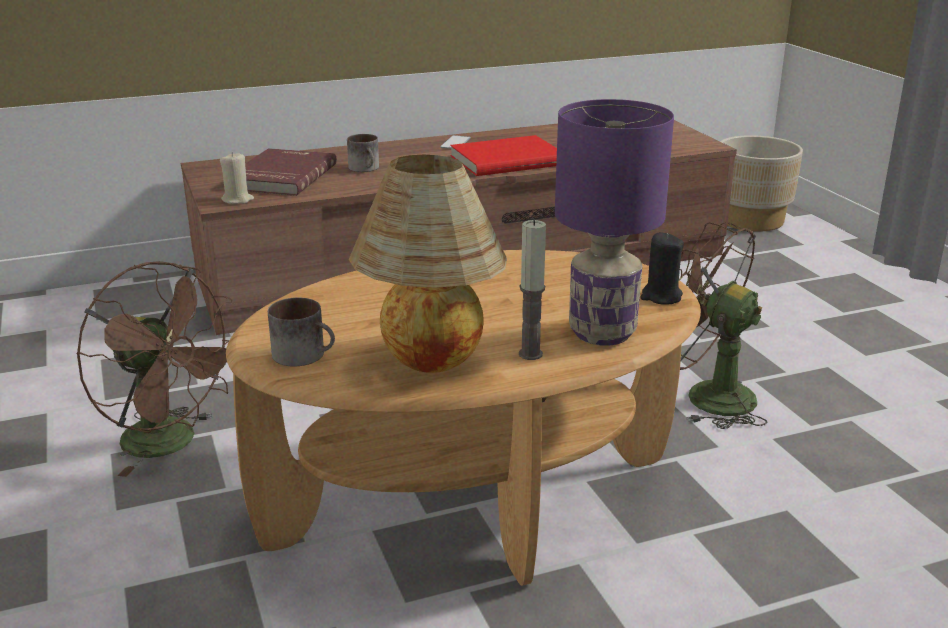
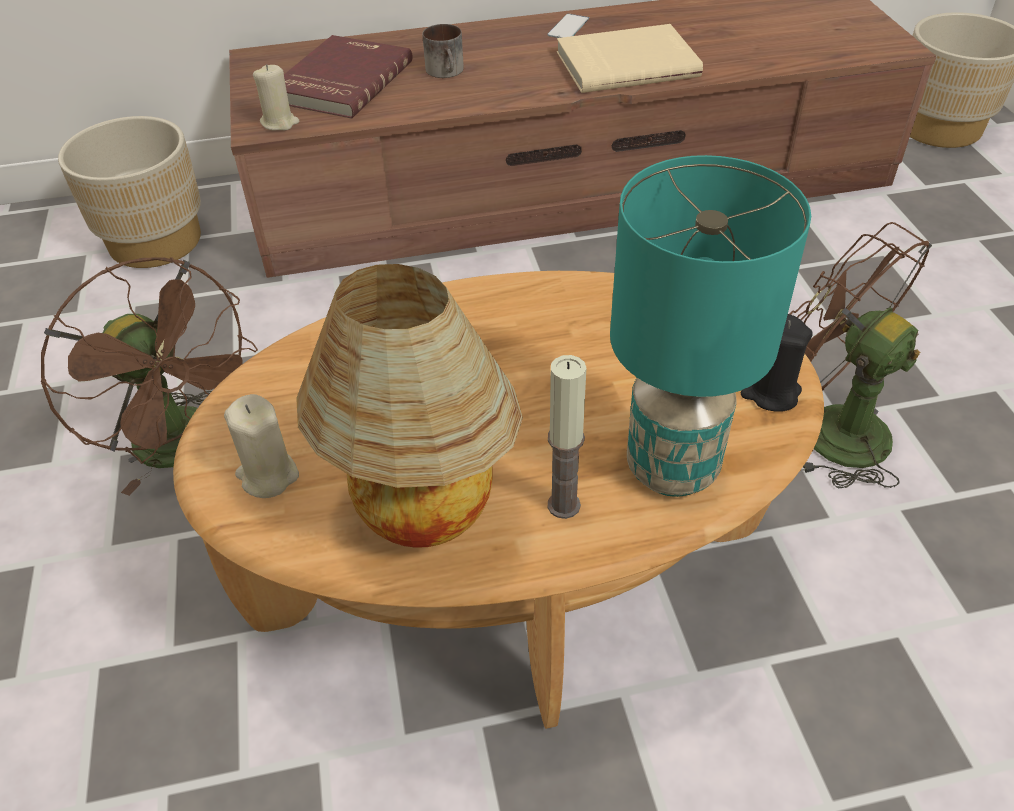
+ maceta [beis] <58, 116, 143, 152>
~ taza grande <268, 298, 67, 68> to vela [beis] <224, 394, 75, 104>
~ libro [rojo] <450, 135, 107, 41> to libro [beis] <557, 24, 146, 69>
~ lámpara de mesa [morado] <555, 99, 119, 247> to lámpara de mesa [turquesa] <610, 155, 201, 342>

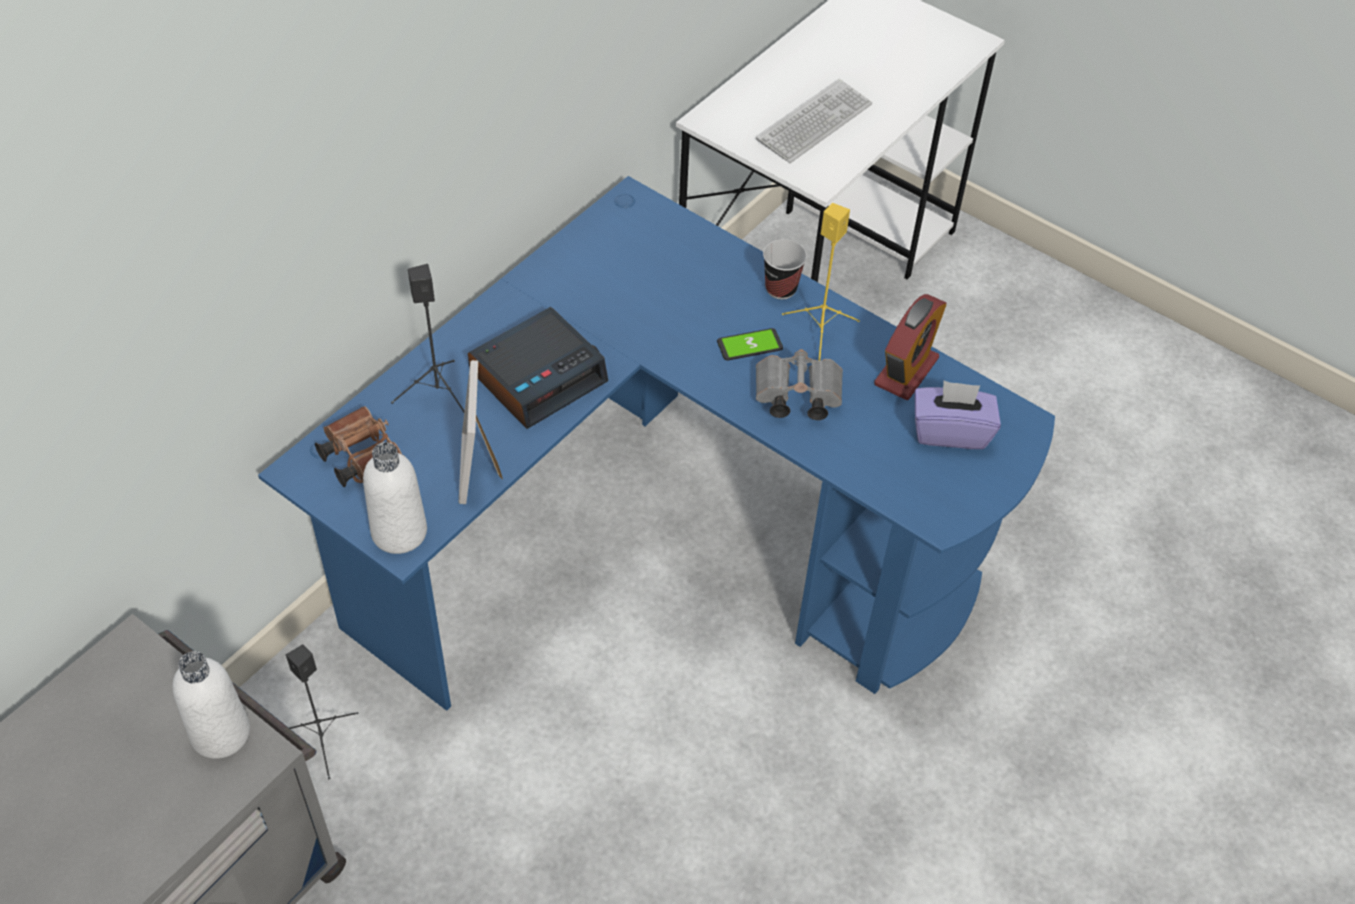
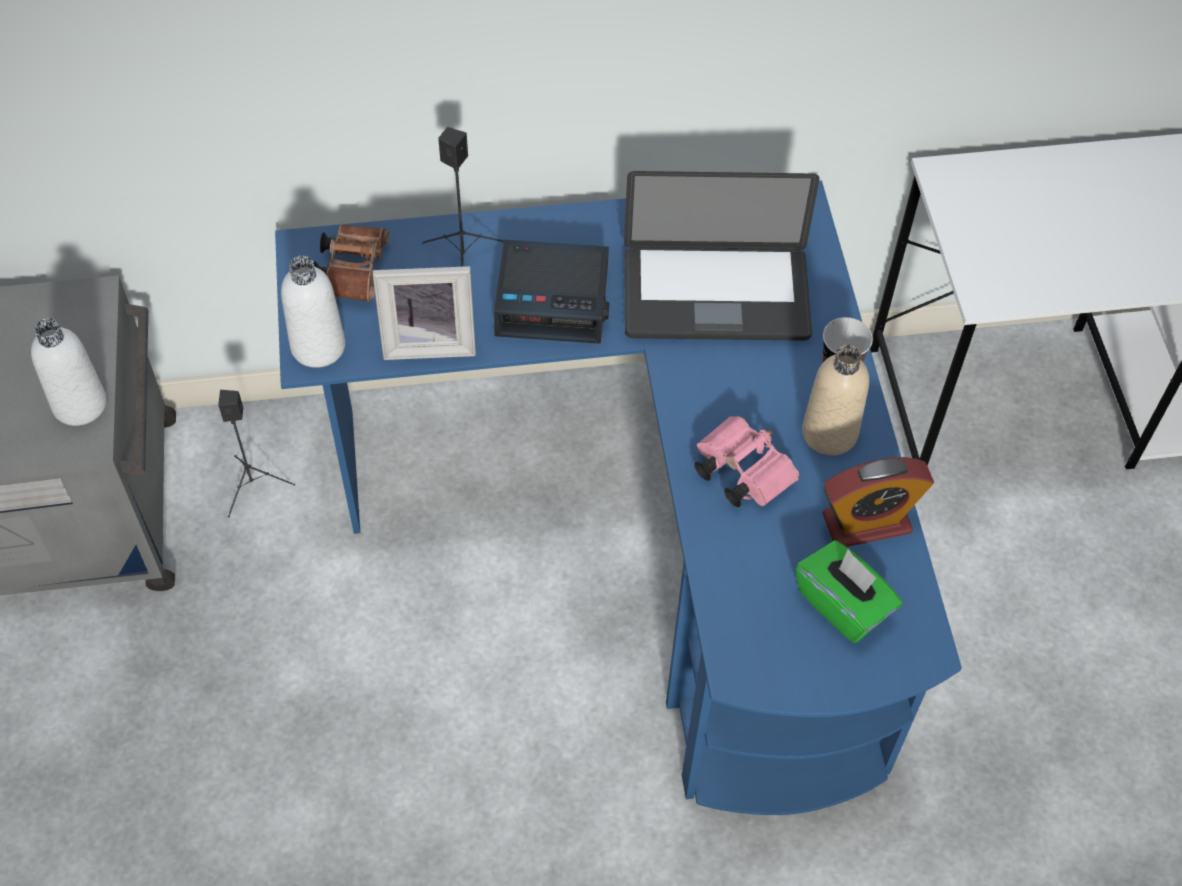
~ portarretratos <459, 360, 44, 144> = <373, 266, 103, 94> 135 degrees counterclockwise
+ portátil <624, 171, 196, 170>
~ prismáticos [gris] <756, 349, 87, 71> to prismáticos [rosa] <694, 416, 105, 91>
~ caja de pañuelos [morado] <914, 381, 87, 68> to caja de pañuelos [verde] <796, 540, 106, 103>
~ altavoz [amarillo] <782, 203, 78, 158> to botella [beis] <802, 345, 67, 110>
- móvil <717, 328, 66, 33>
- teclado <756, 79, 116, 84>

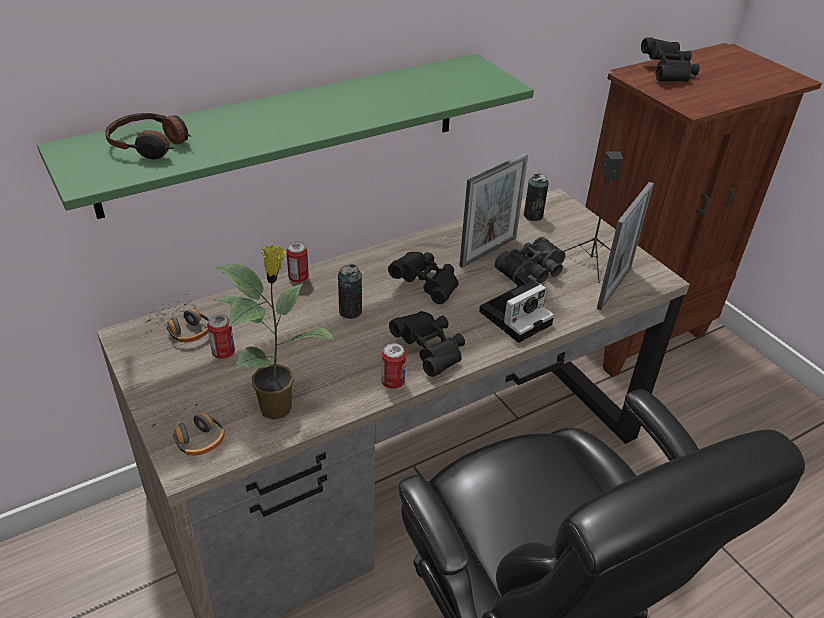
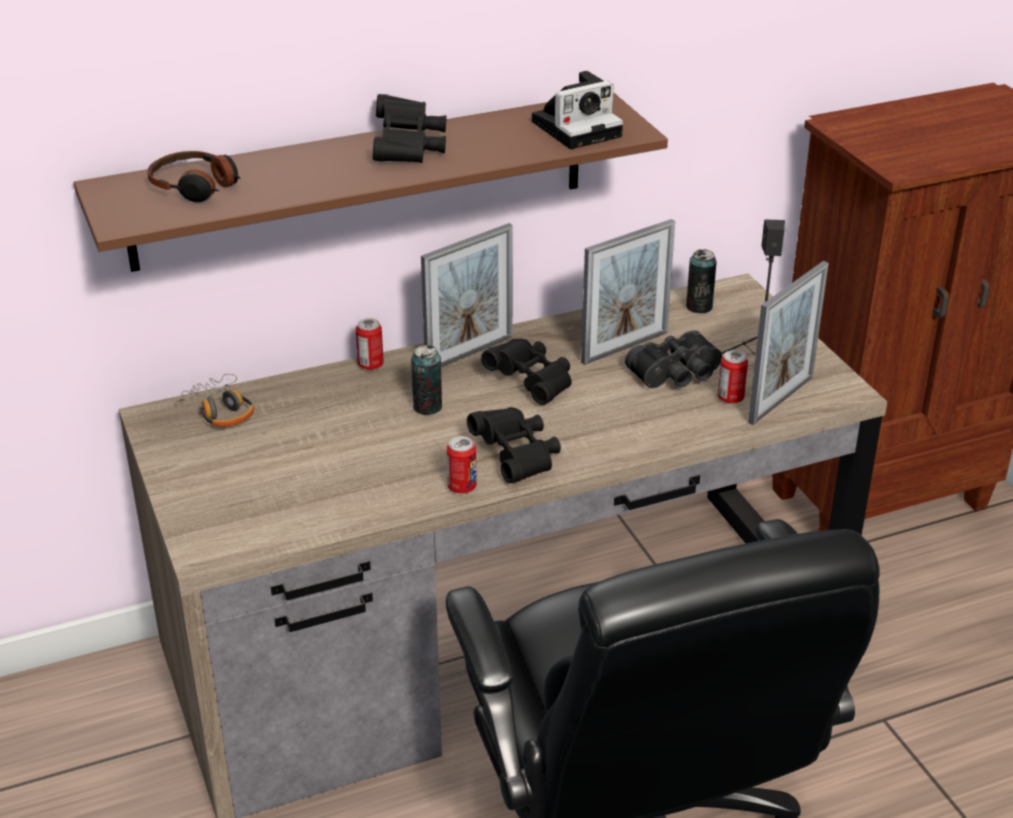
~ estante [verde] <37, 54, 497, 165> to estante [marrón] <74, 92, 594, 180>
~ prismáticos [negro] <641, 37, 59, 45> to <373, 94, 74, 69>
+ portarretratos <421, 223, 92, 144>
~ cámara <479, 272, 75, 71> to <532, 71, 91, 78>
~ lata <207, 314, 28, 45> to <718, 350, 30, 54>
- auriculares <148, 391, 77, 65>
- planta en maceta <212, 245, 123, 175>

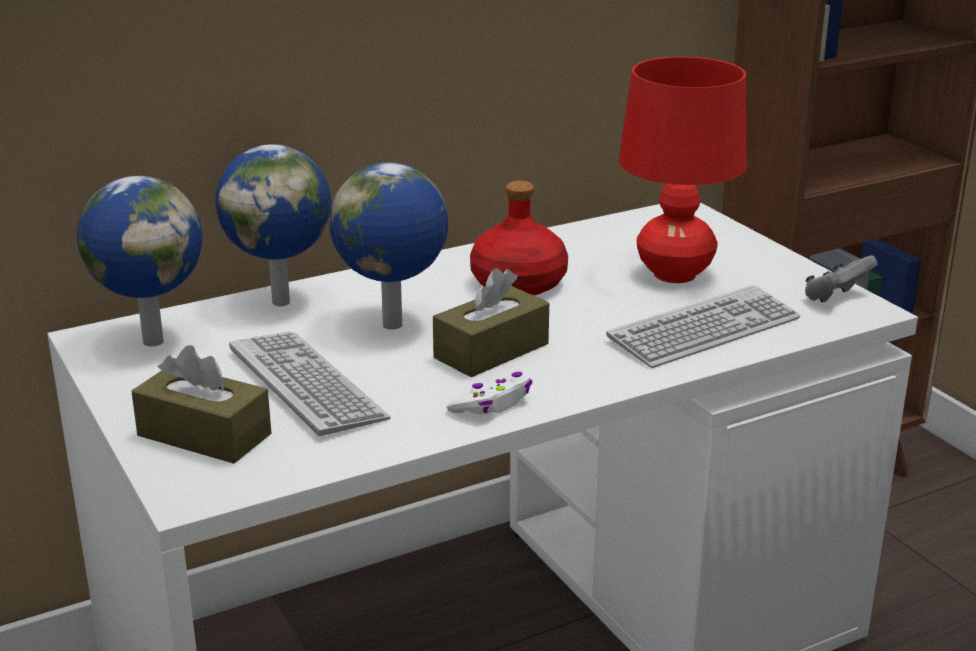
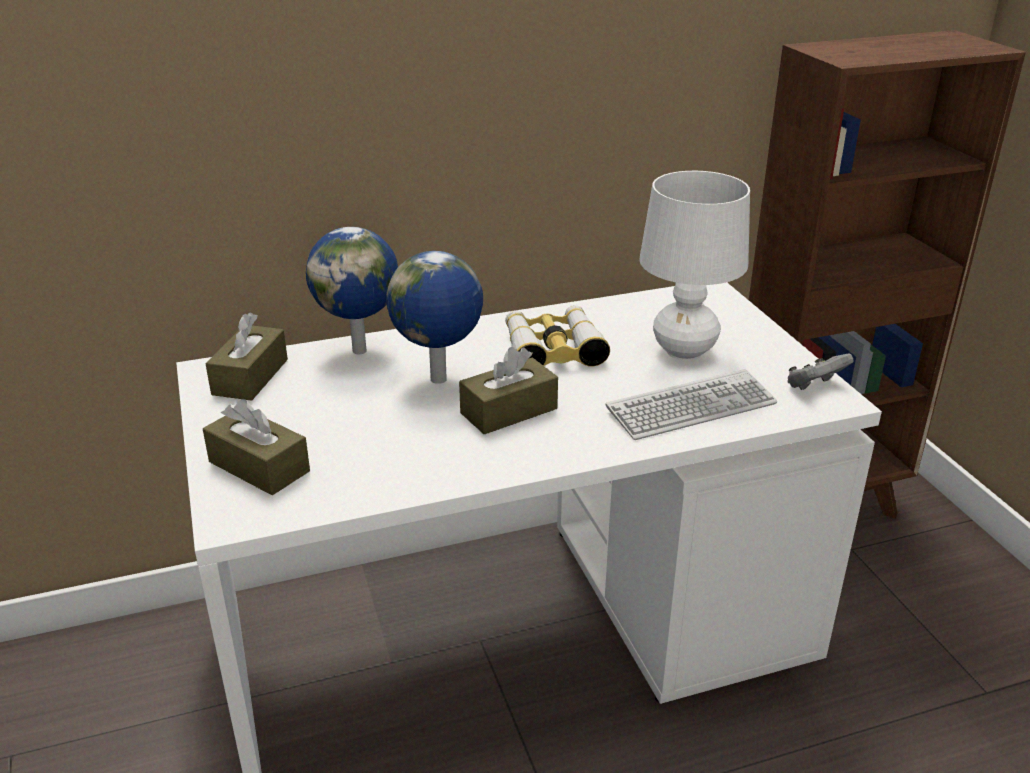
~ globo terráqueo <77, 176, 126, 170> to caja de pañuelos [marrón] <206, 313, 82, 88>
~ botella [rojo] <470, 181, 98, 115> to prismáticos <505, 305, 105, 62>
~ lámpara de mesa [rojo] <619, 57, 128, 226> to lámpara de mesa [blanco] <639, 171, 111, 190>
- teclado <229, 331, 162, 105>
- mando de consola [blanco] <446, 372, 86, 43>

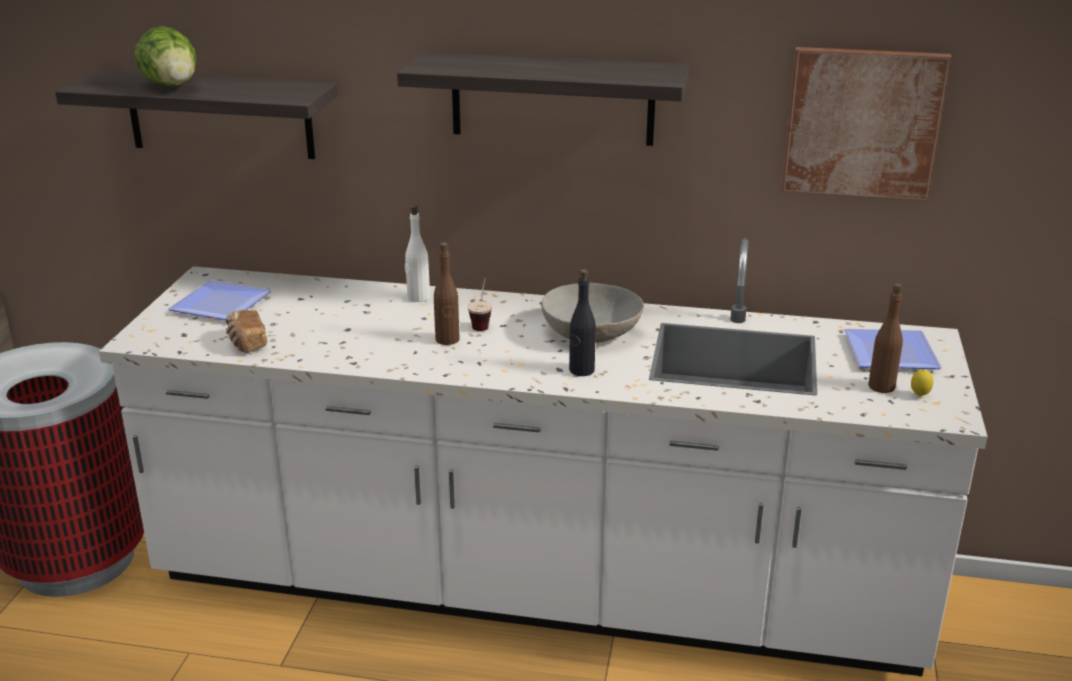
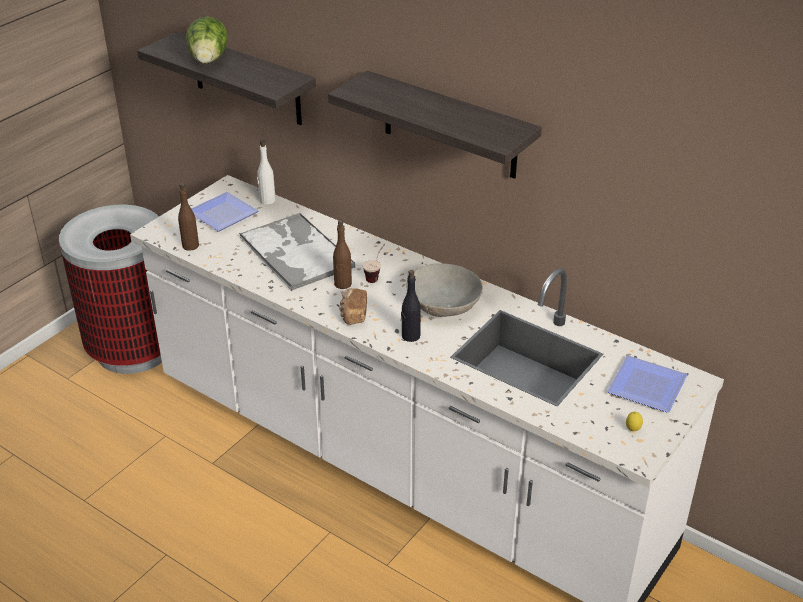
~ botella [marrón] <868, 284, 35, 109> to <178, 183, 21, 68>
+ bandeja <239, 212, 116, 79>
~ botella [blanco] <405, 205, 25, 97> to <257, 140, 19, 65>
~ pan <226, 310, 41, 43> to <339, 288, 28, 37>
- cuadro <781, 47, 171, 154>

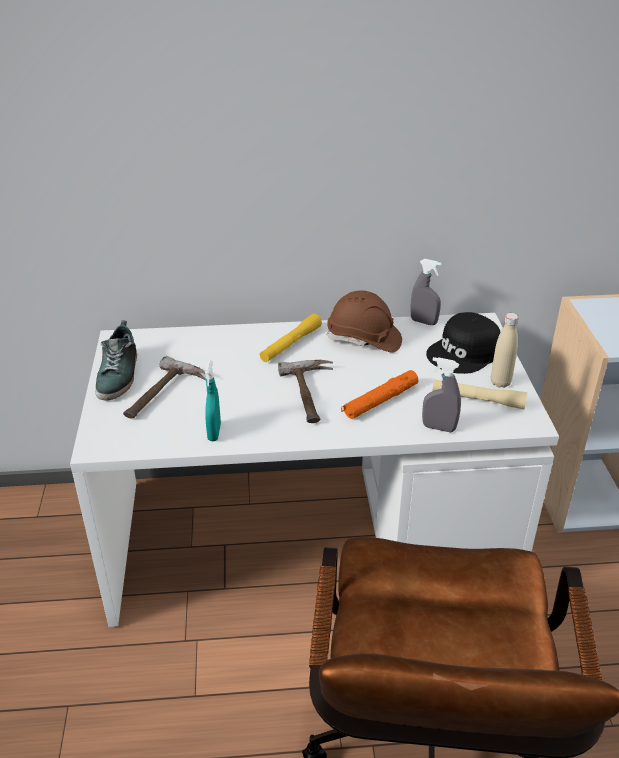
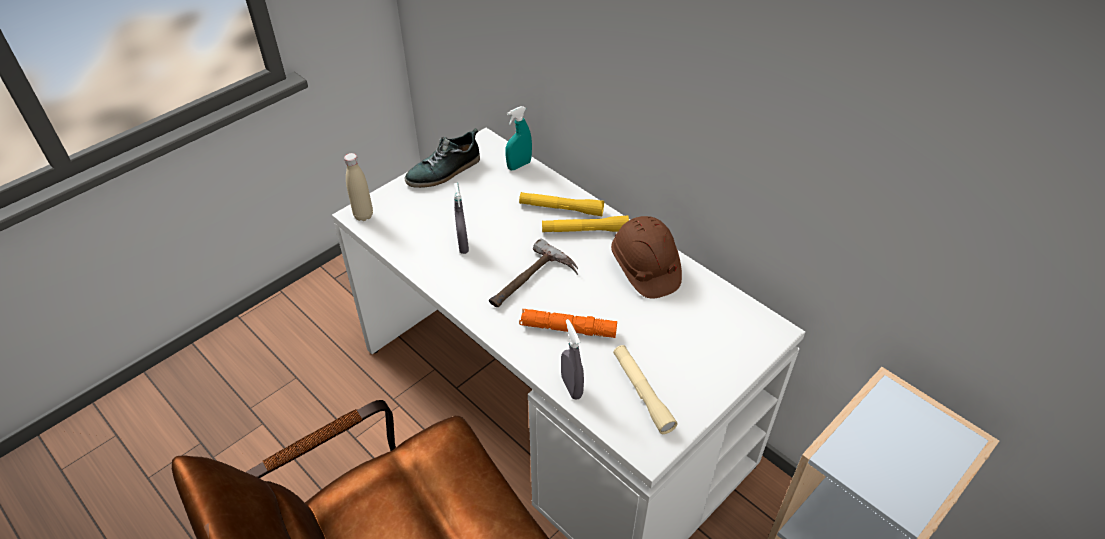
~ botella [beis] <491, 313, 28, 75> to <344, 153, 29, 68>
~ pulverizador [gris] <410, 259, 32, 66> to <454, 183, 15, 71>
~ pulverizador [turquesa] <205, 361, 16, 80> to <505, 106, 27, 64>
+ linterna [amarillo] <519, 192, 85, 24>
- martillo <123, 356, 83, 63>
- gorra [negro] <426, 312, 74, 62>

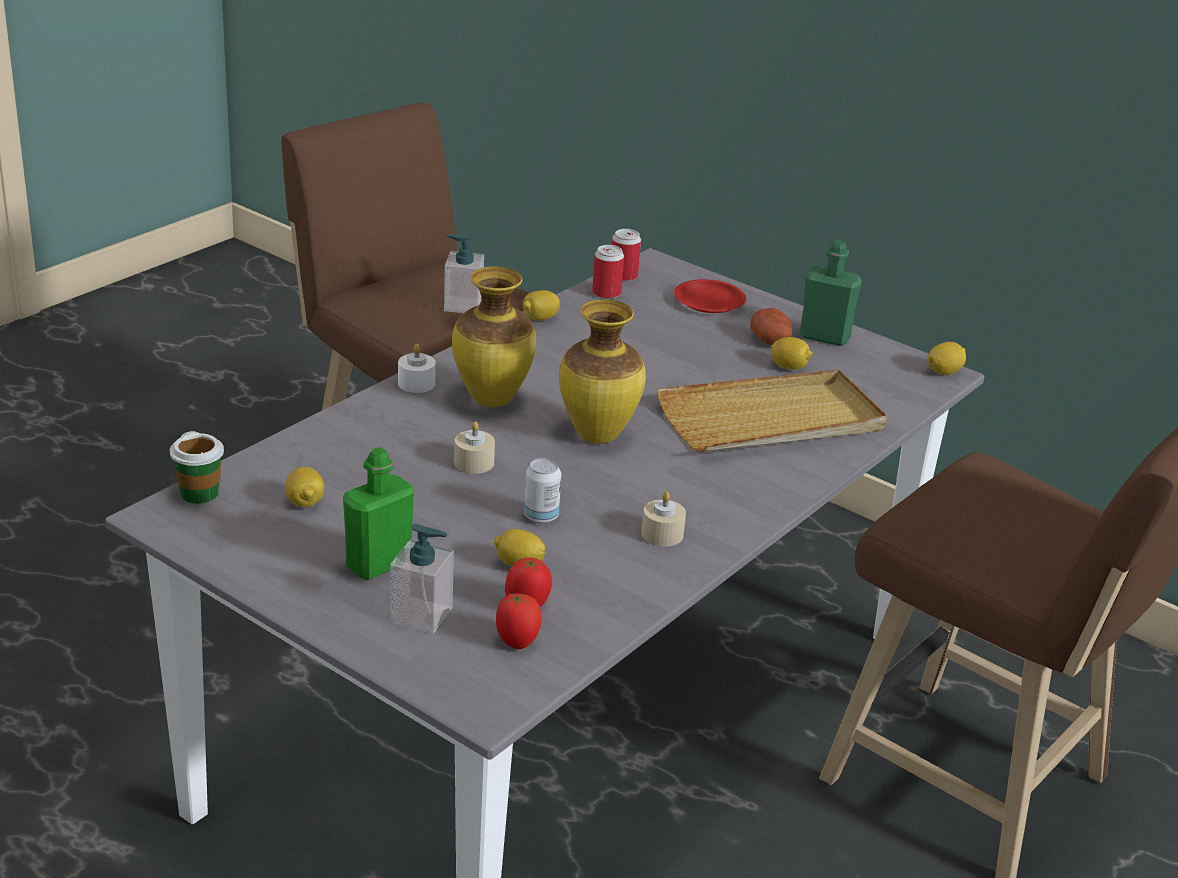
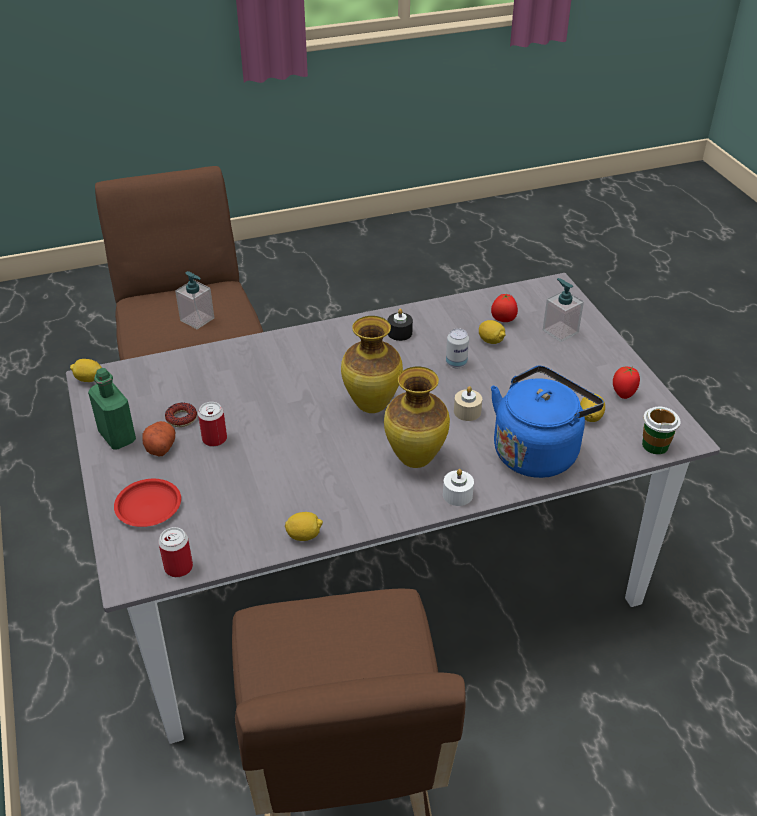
~ limón <771, 337, 42, 33> to rosquilla <165, 403, 32, 24>
~ dispensador de jabón <444, 234, 40, 79> to <175, 271, 39, 58>
~ lata <592, 245, 32, 54> to <198, 402, 29, 45>
~ vela [beis] <641, 491, 45, 55> to vela [negro] <388, 308, 25, 33>
+ hervidor [azul] <491, 365, 113, 113>
~ tomate <496, 593, 46, 56> to <613, 367, 27, 32>
- botella [verde] <343, 447, 71, 133>
- bandeja [beis] <657, 369, 230, 83>

